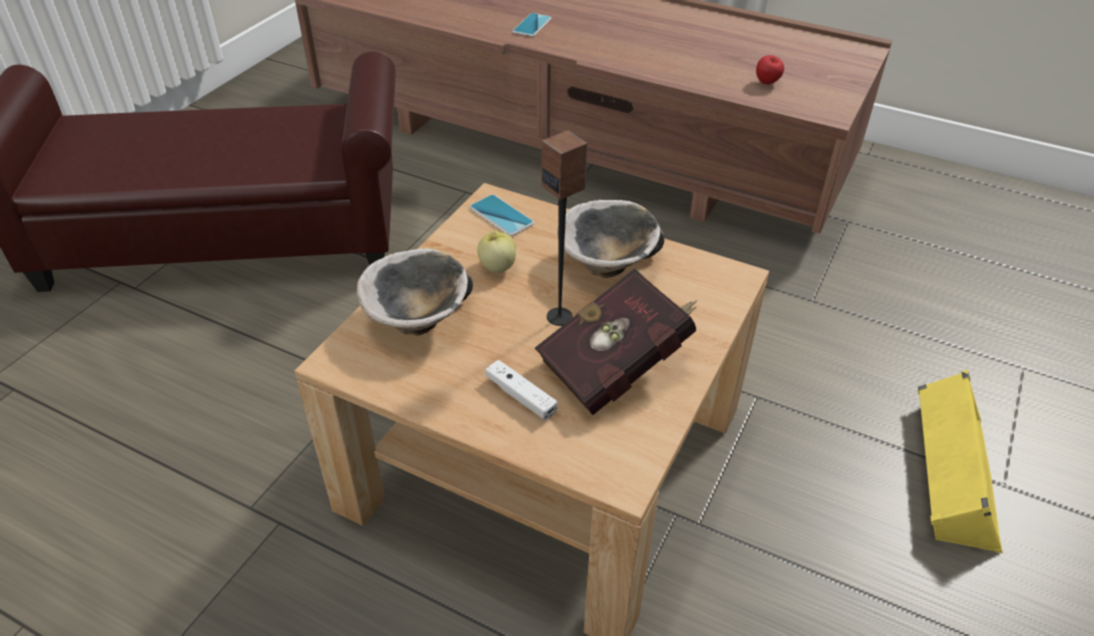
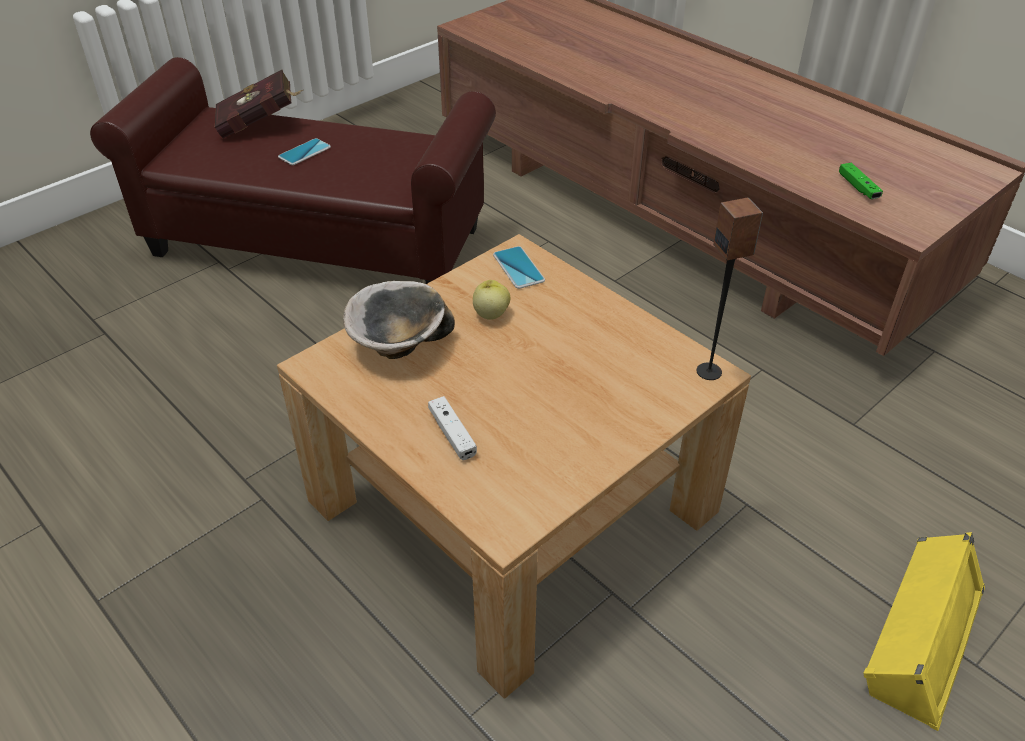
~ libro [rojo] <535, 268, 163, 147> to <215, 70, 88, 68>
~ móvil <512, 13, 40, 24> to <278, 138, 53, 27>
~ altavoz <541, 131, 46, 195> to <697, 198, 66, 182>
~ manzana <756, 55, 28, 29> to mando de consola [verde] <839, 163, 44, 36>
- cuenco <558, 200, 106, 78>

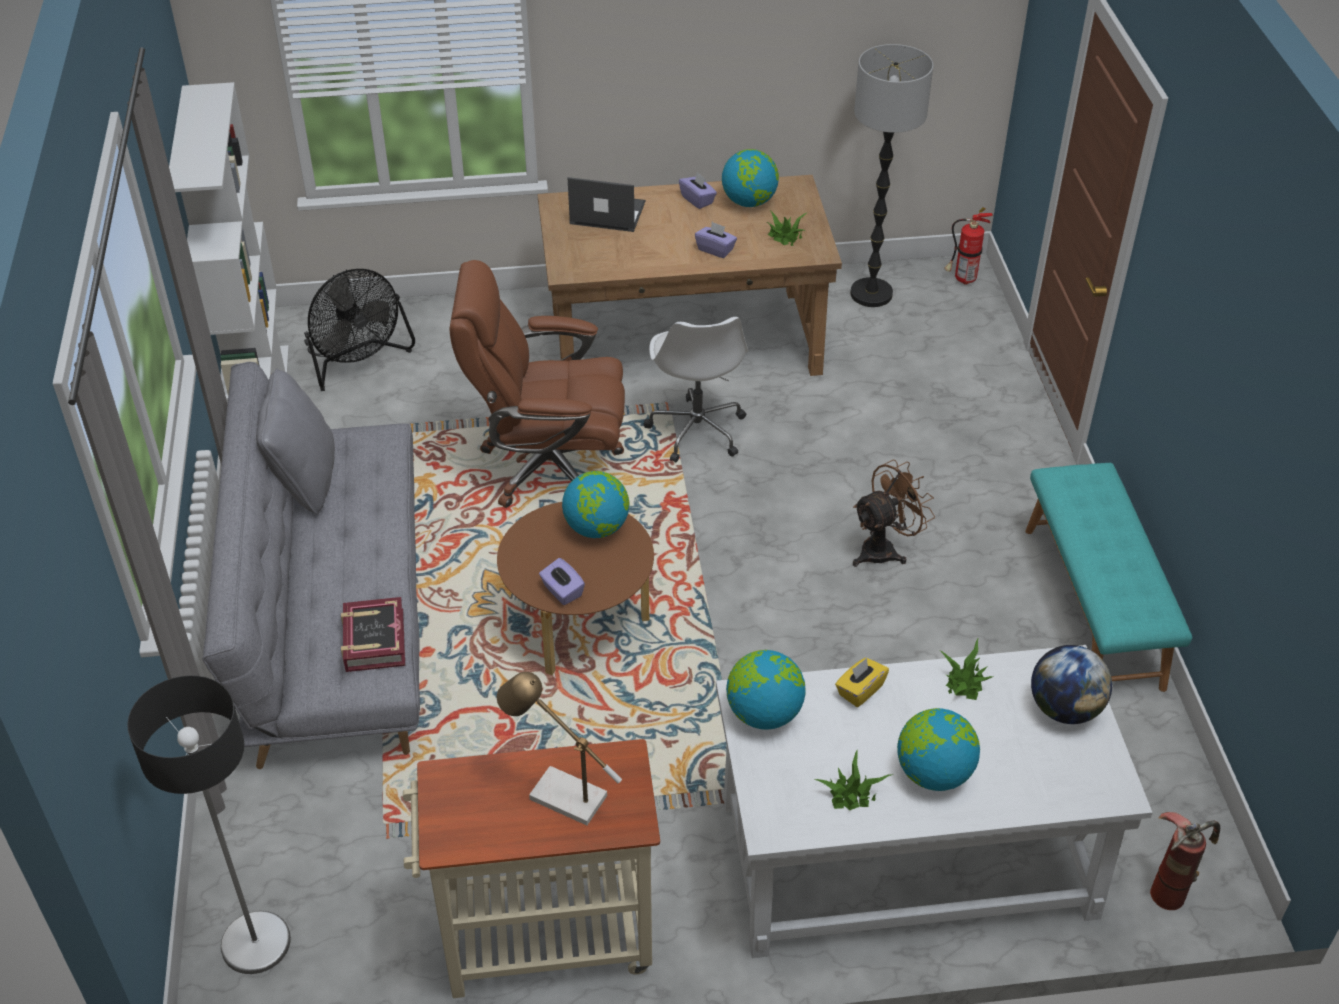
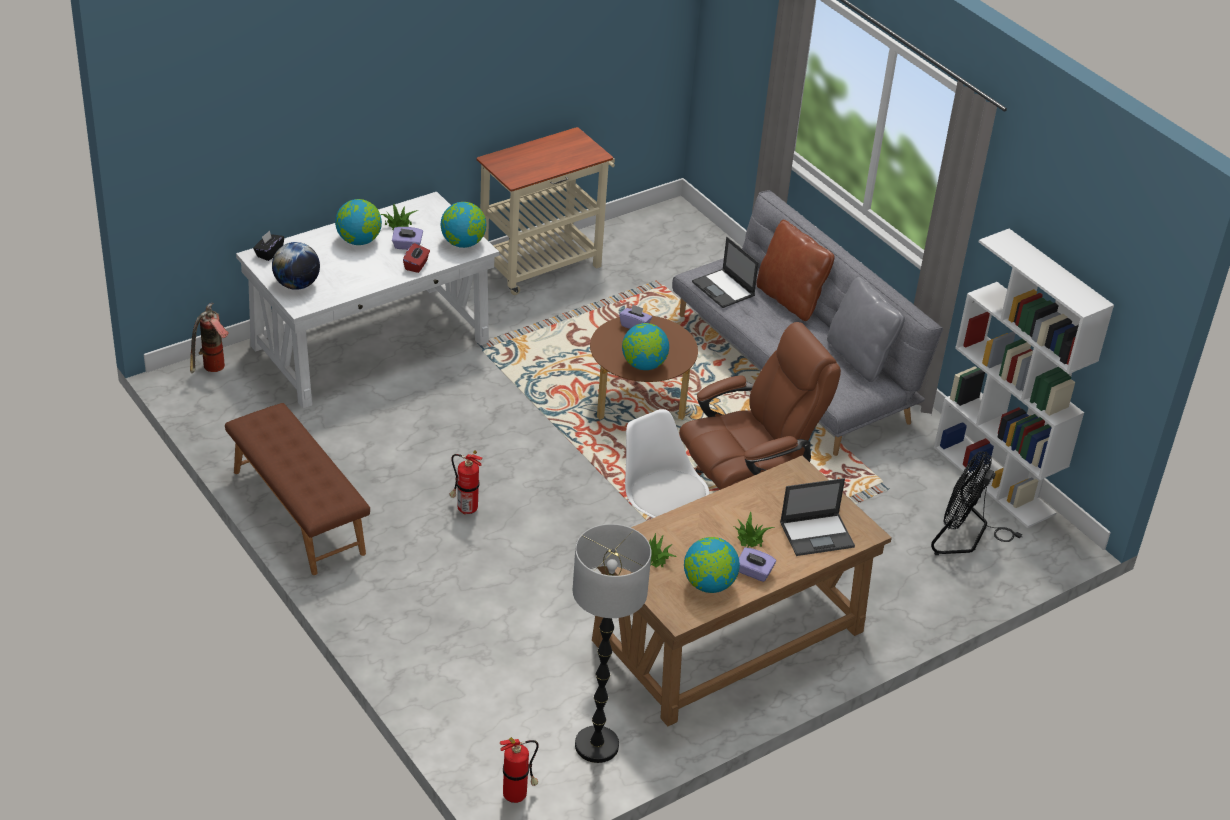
~ banco [turquesa] <1025, 463, 167, 229> to banco [marrón] <225, 403, 145, 172>
+ caja de pañuelos [negro] <253, 231, 31, 30>
~ caja de pañuelos [morado] <695, 222, 42, 36> to <392, 227, 31, 23>
~ caja de pañuelos [amarillo] <835, 658, 54, 49> to caja de pañuelos [rojo] <403, 243, 27, 30>
~ ventilador [marrón] <853, 459, 82, 108> to extintor <449, 450, 34, 64>
~ libro <341, 597, 64, 75> to portátil <692, 237, 67, 71>
~ planta en maceta <941, 637, 52, 63> to <734, 511, 41, 37>
+ cojín [marrón] <756, 219, 79, 102>
- lámpara de pie <127, 675, 164, 299>
- lámpara de mesa <497, 672, 125, 153>

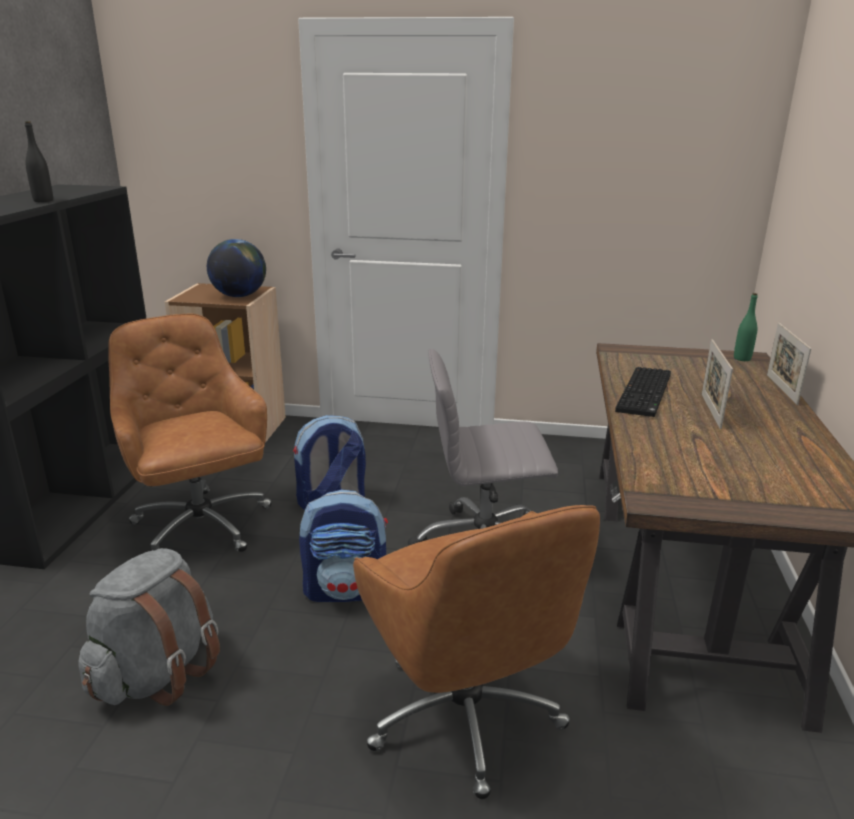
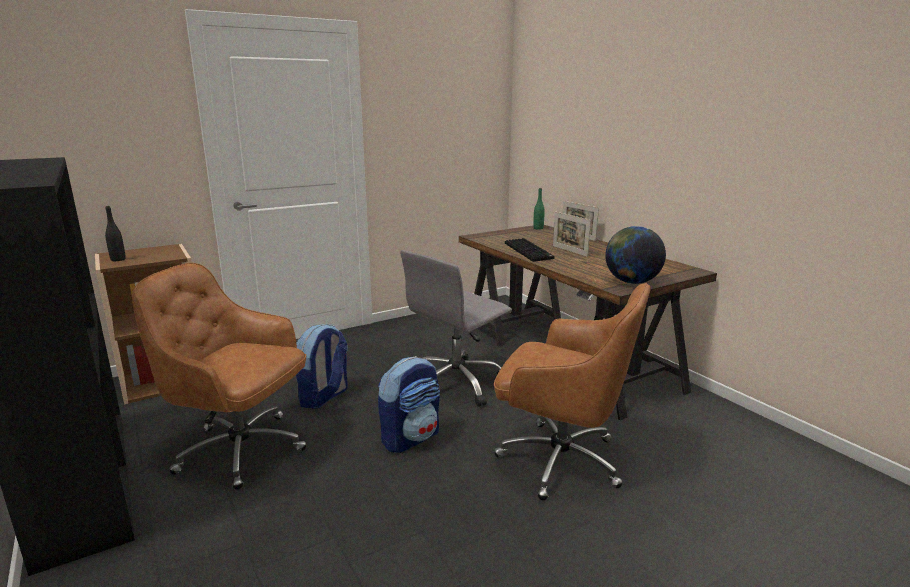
~ botella [negro] <25, 121, 28, 81> to <105, 206, 21, 55>
~ globo terráqueo <207, 239, 59, 58> to <605, 226, 61, 58>
- mochila [gris] <78, 548, 142, 158>

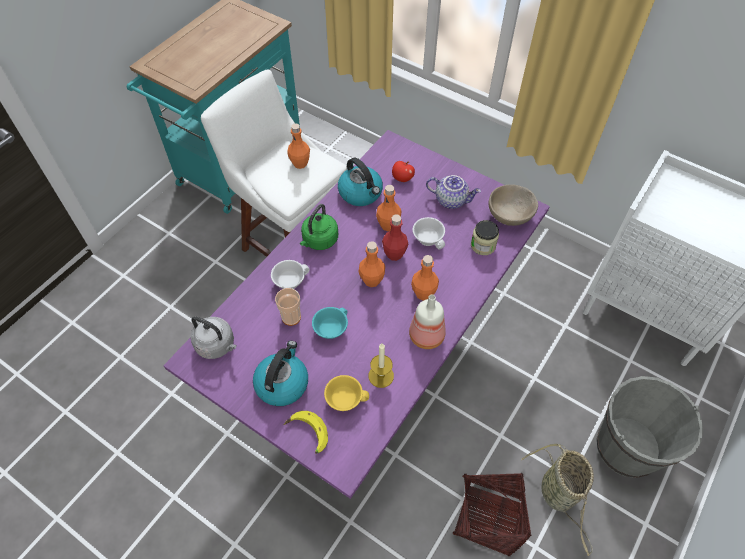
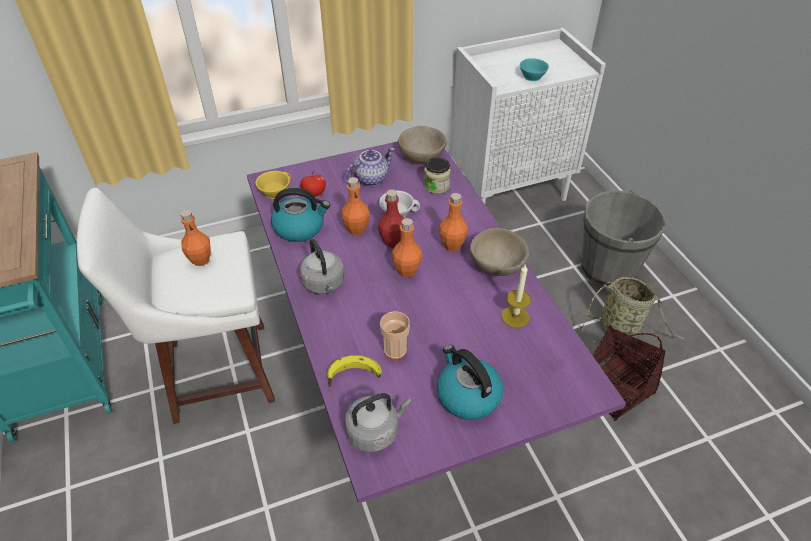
~ taza [amarillo] <324, 375, 45, 36> to <256, 171, 35, 28>
~ hervidor [verde] <300, 204, 38, 46> to hervidor [gris] <300, 238, 44, 56>
~ plátano <283, 411, 45, 43> to <327, 355, 55, 33>
~ botella <409, 294, 37, 55> to cuenco [beis] <470, 228, 59, 48>
~ taza [turquesa] <312, 307, 36, 32> to <520, 58, 29, 23>
- taza [blanco] <271, 260, 39, 29>

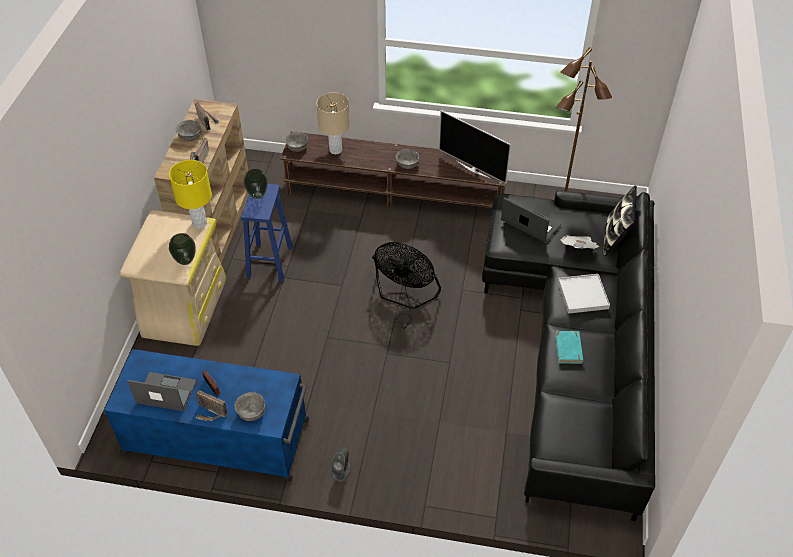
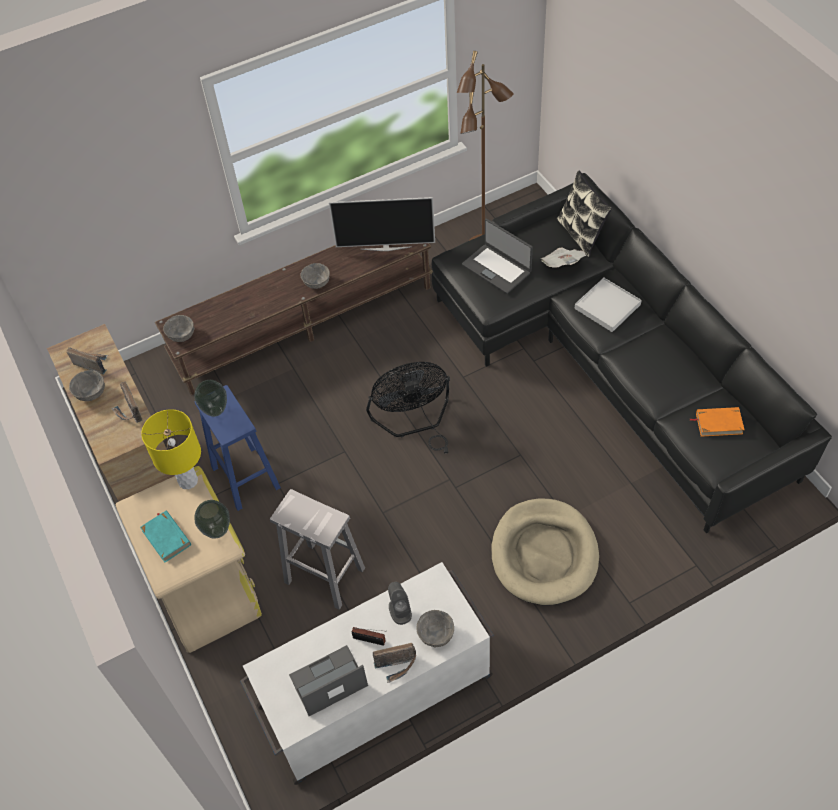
~ libro [turquesa] <555, 330, 28, 34> to <140, 511, 51, 52>
~ armario [azul] <103, 349, 206, 132> to armario [blanco] <240, 562, 254, 223>
+ taburete [blanco] <270, 489, 95, 121>
~ altavoz [gris] <331, 448, 20, 34> to <388, 582, 24, 43>
~ portátil <501, 198, 60, 44> = <462, 218, 71, 76> 135 degrees counterclockwise
+ cama para perro [beis] <491, 498, 108, 108>
+ libro [naranja] <690, 407, 55, 30>
- lámpara de mesa [beis] <317, 92, 33, 62>

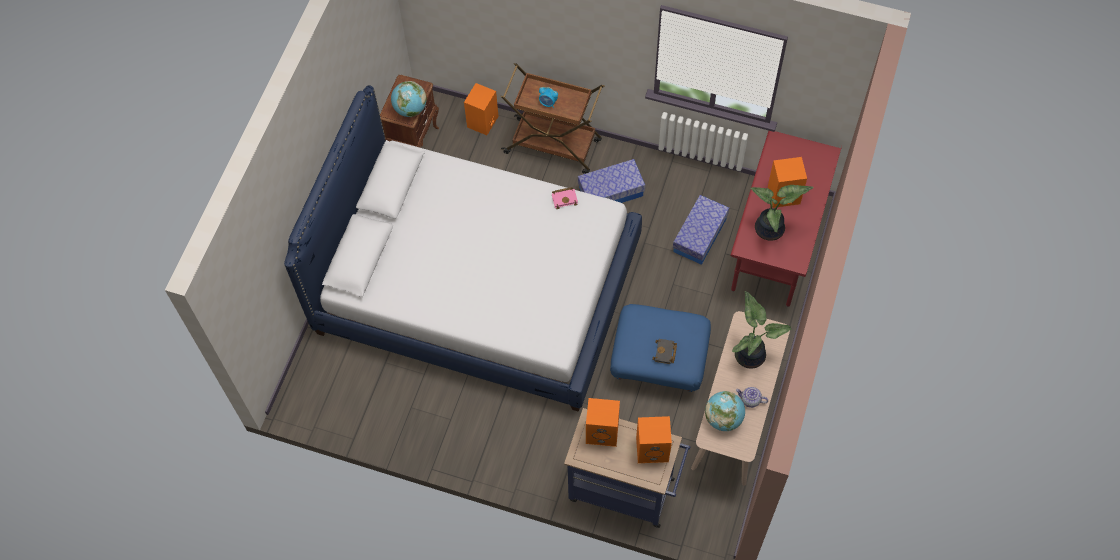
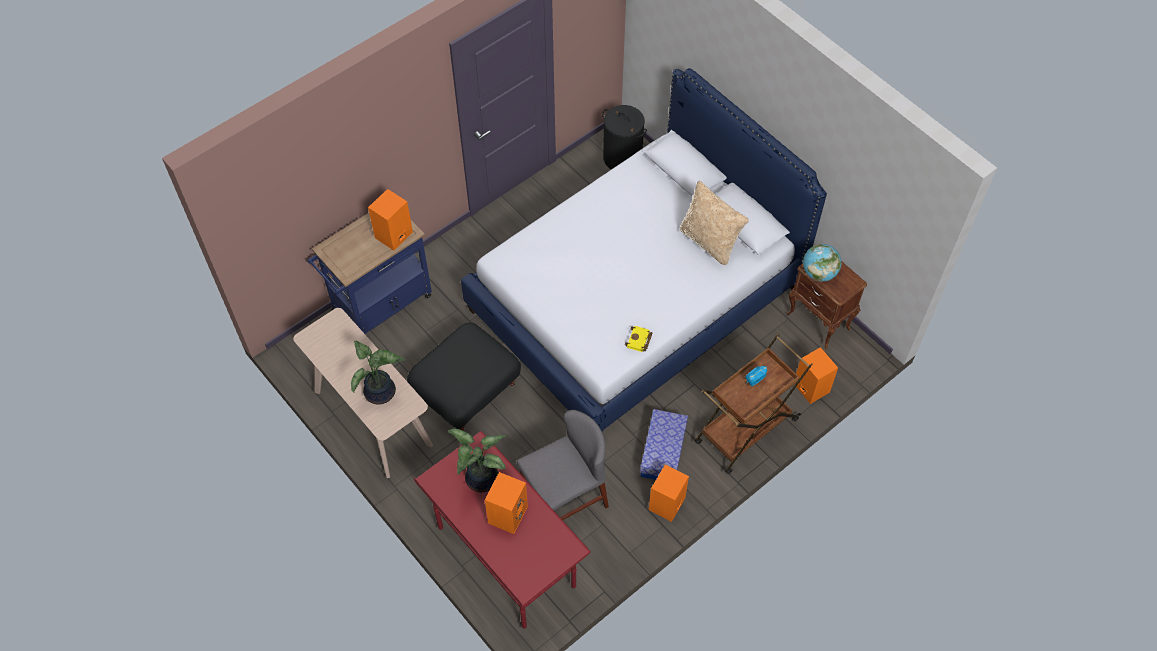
~ puf [azul] <610, 304, 101, 88> to puf [negro] <407, 322, 114, 109>
~ caja de almacenaje <673, 195, 56, 70> to silla [gris] <517, 410, 92, 110>
+ cesto de la ropa [negro] <602, 105, 45, 64>
~ libro [rosa] <552, 187, 26, 22> to libro [amarillo] <625, 326, 27, 26>
~ altavoz [naranja] <636, 416, 36, 47> to <649, 464, 40, 58>
+ cojín [beis] <680, 181, 69, 84>
- libro [negro] <652, 339, 25, 25>
- globo terráqueo <705, 391, 40, 40>
- tetera <736, 387, 32, 21>

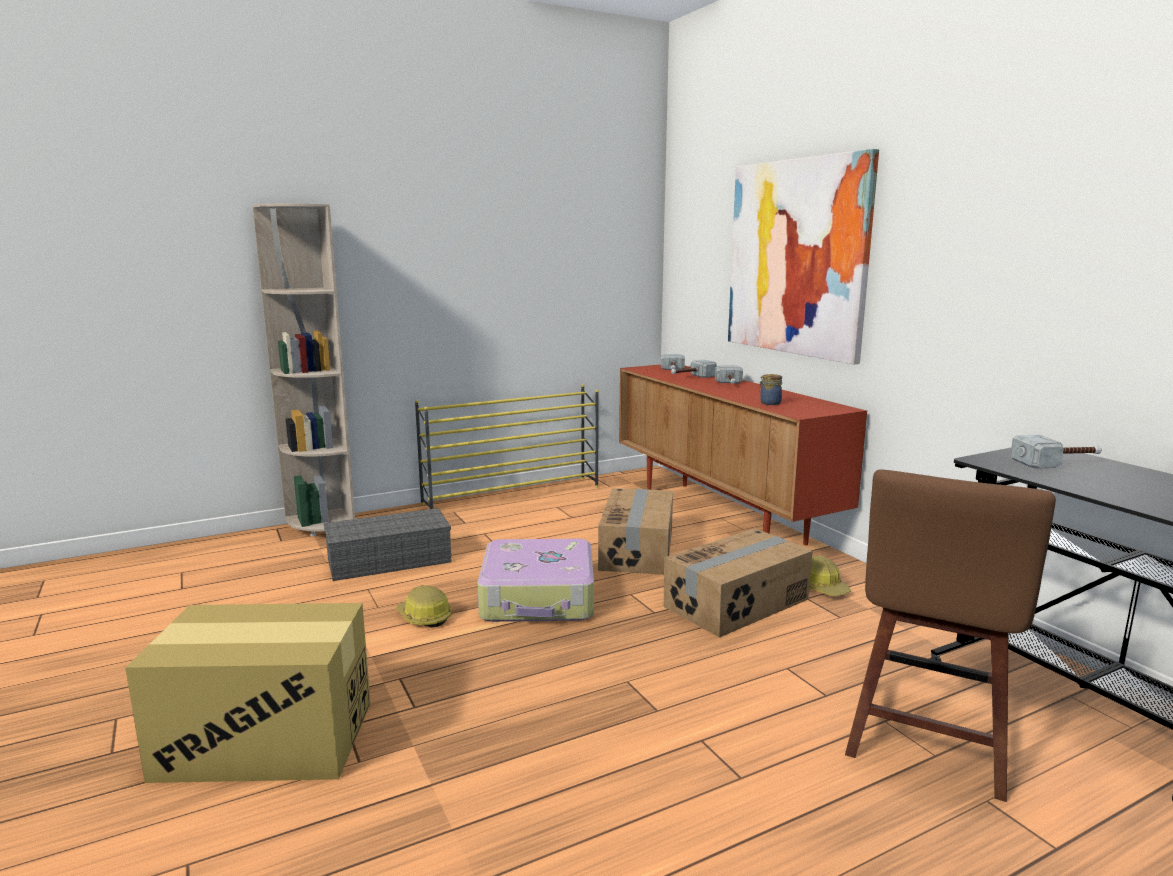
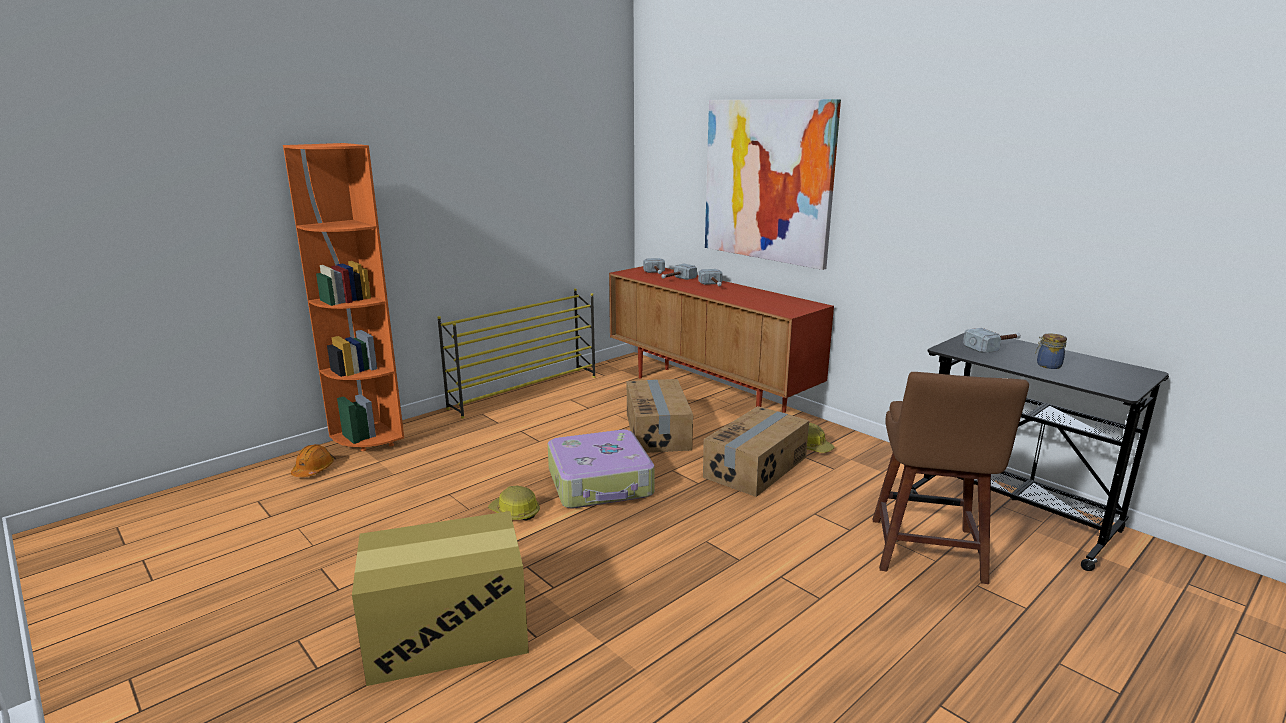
~ estantería [beis] <252, 204, 103, 332> to estantería [naranja] <283, 143, 121, 308>
+ casco [naranja] <291, 444, 43, 33>
~ tarro <759, 374, 23, 31> to <1035, 334, 32, 35>
- caja de almacenaje [gris] <324, 508, 128, 73>

